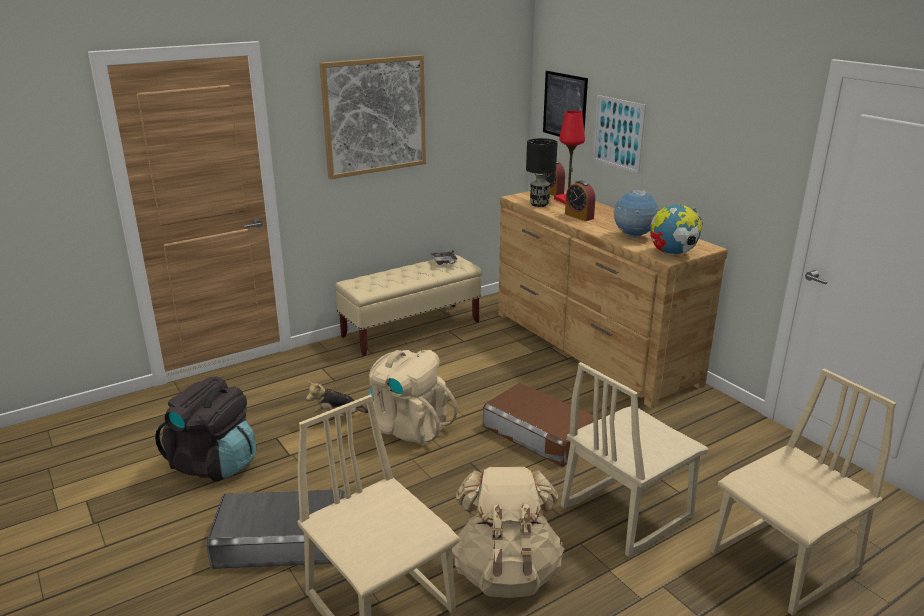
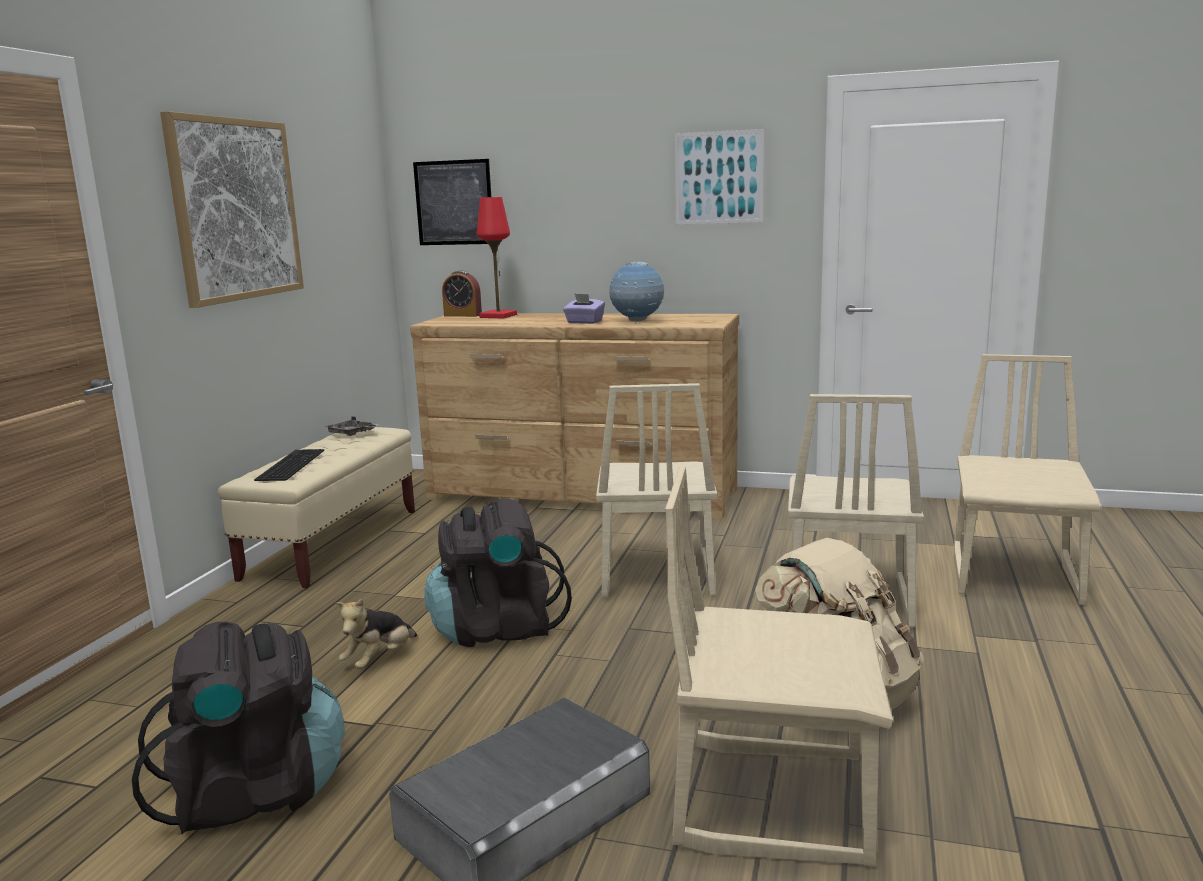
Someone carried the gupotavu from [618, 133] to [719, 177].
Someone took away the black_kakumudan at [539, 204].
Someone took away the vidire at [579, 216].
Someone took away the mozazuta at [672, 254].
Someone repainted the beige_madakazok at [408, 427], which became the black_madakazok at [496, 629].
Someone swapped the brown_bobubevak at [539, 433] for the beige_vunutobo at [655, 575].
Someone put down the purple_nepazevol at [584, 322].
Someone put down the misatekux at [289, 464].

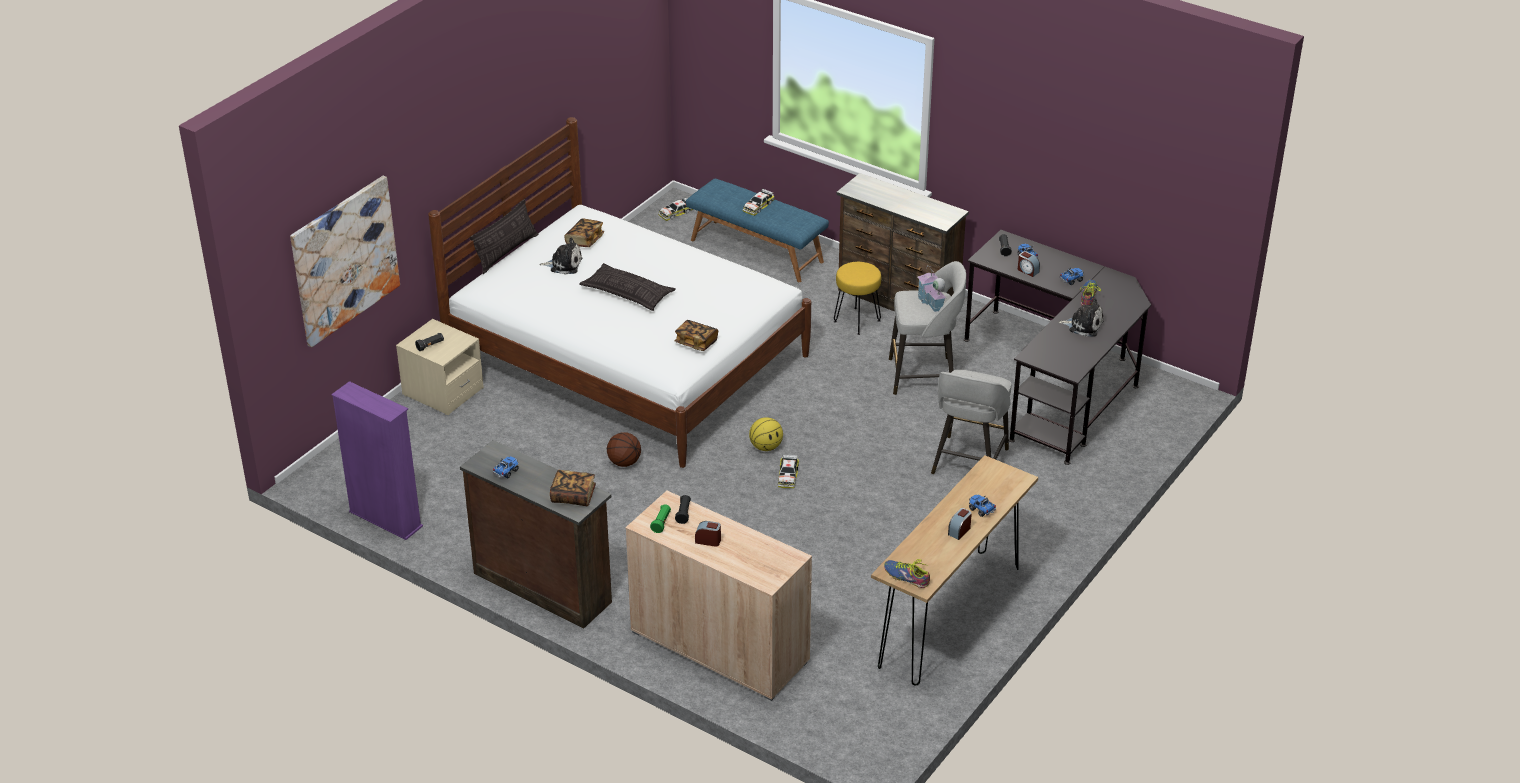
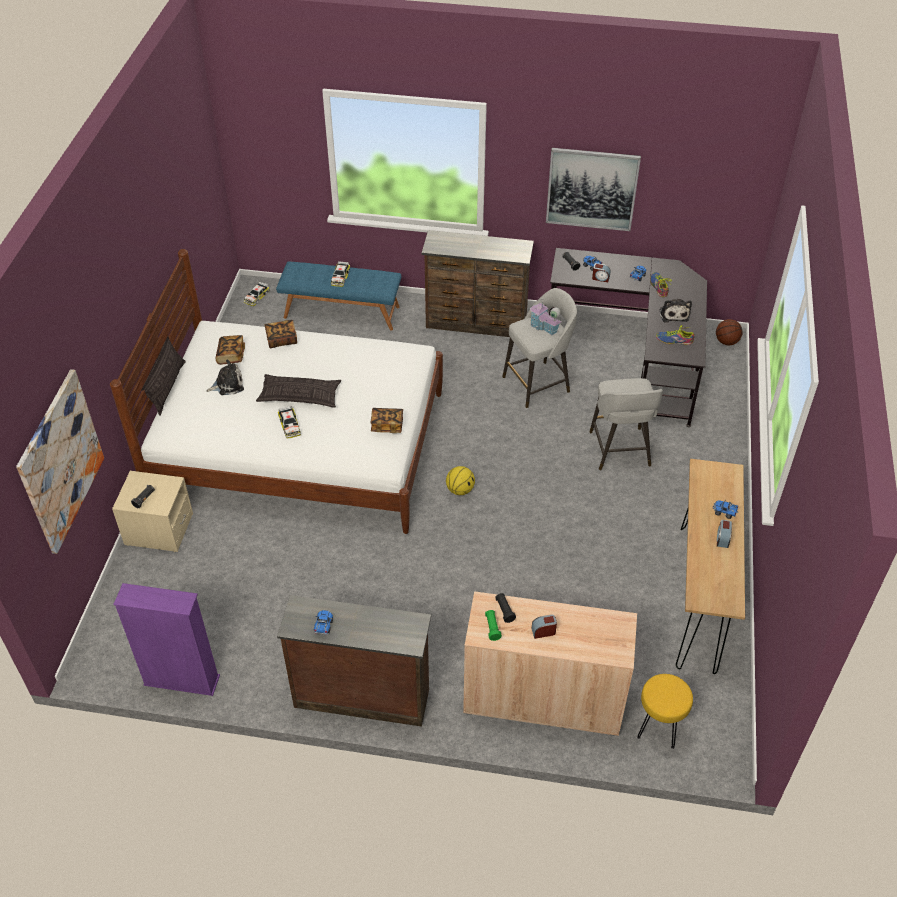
Someone carried the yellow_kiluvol from [856, 321] to [658, 727].
Someone rotated the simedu at [1083, 325] by 90 degrees clockwise.
Someone carried the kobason from [624, 462] to [726, 341].
Someone carried the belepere from [788, 476] to [289, 425].
Someone carried the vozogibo from [573, 496] to [281, 340].
Someone carried the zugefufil from [906, 577] to [674, 340].
Someone put up the gupotavu at [592, 189].

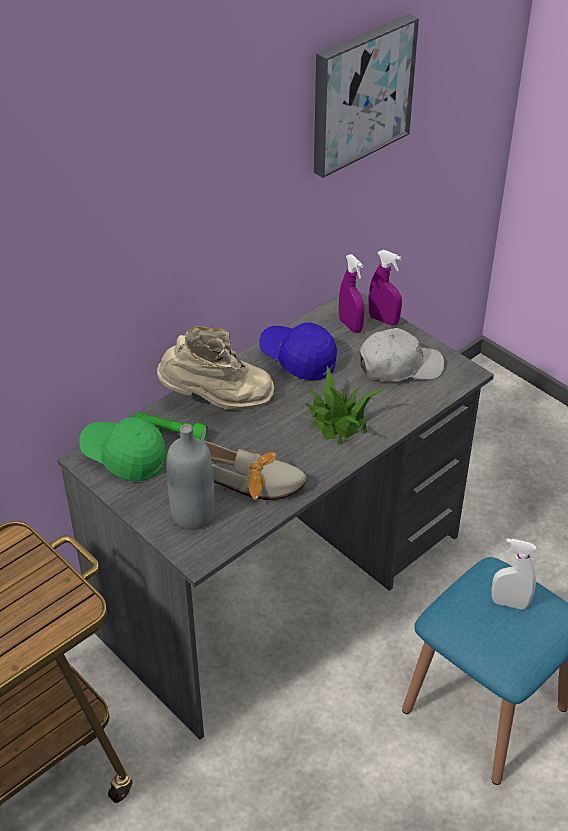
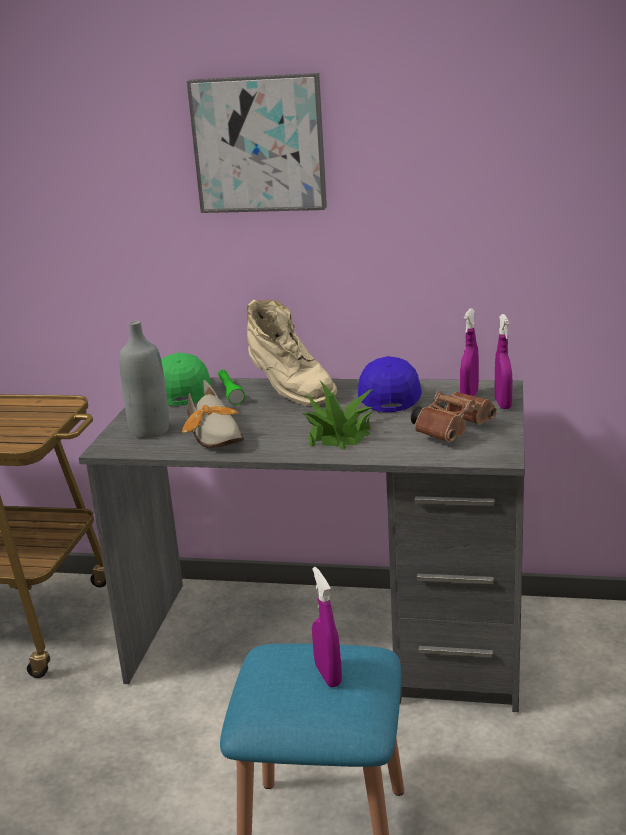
Someone carried the gupotavu from [360, 94] to [259, 144].
Someone swapped the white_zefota at [399, 366] for the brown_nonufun at [453, 430].
Someone repainted the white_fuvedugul at [509, 603], which became the purple_fuvedugul at [328, 675].

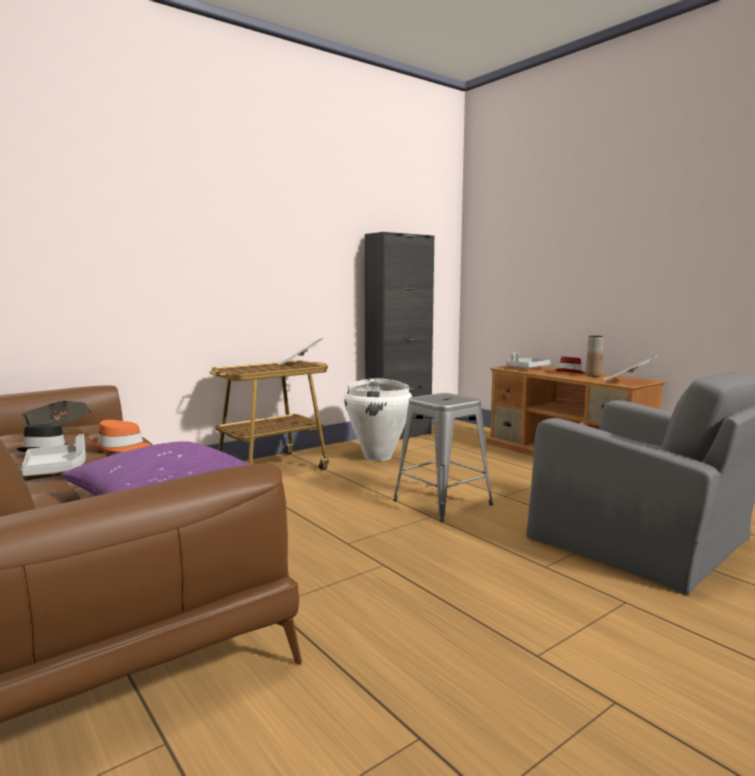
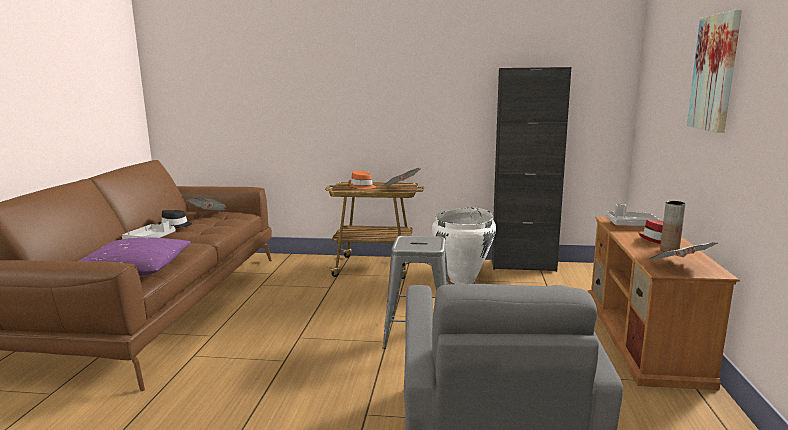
Someone carried the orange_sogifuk from [121, 447] to [362, 186].
Someone put up the gupotavu at [715, 73].

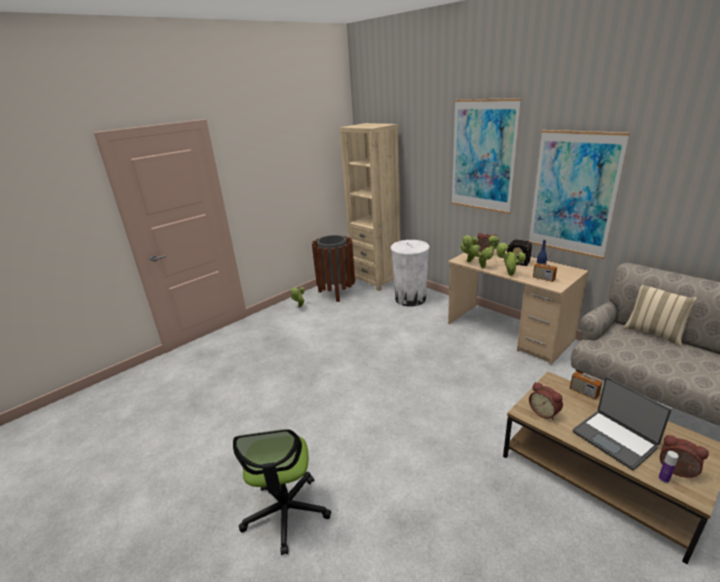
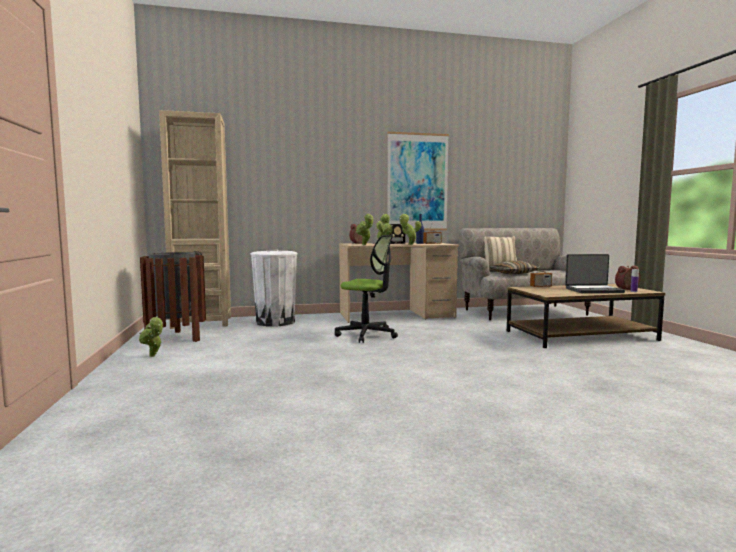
Someone took away the gupotavu at [483, 156].
Someone took away the vidire at [544, 412].
Someone carried the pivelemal from [286, 512] to [367, 335].
Someone put down the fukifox at [513, 273].

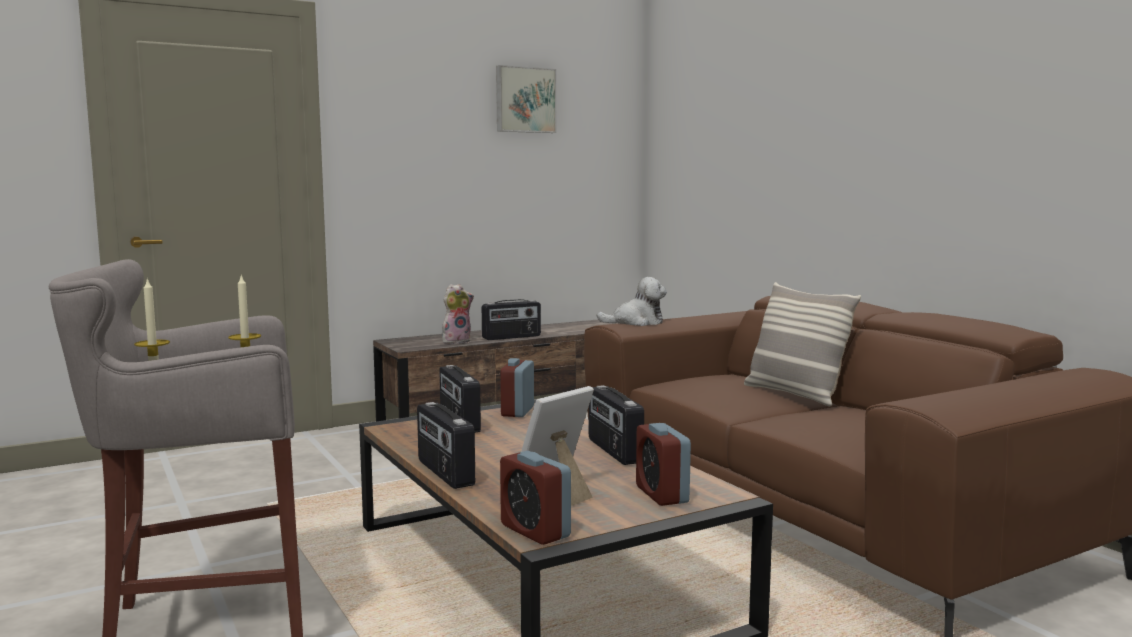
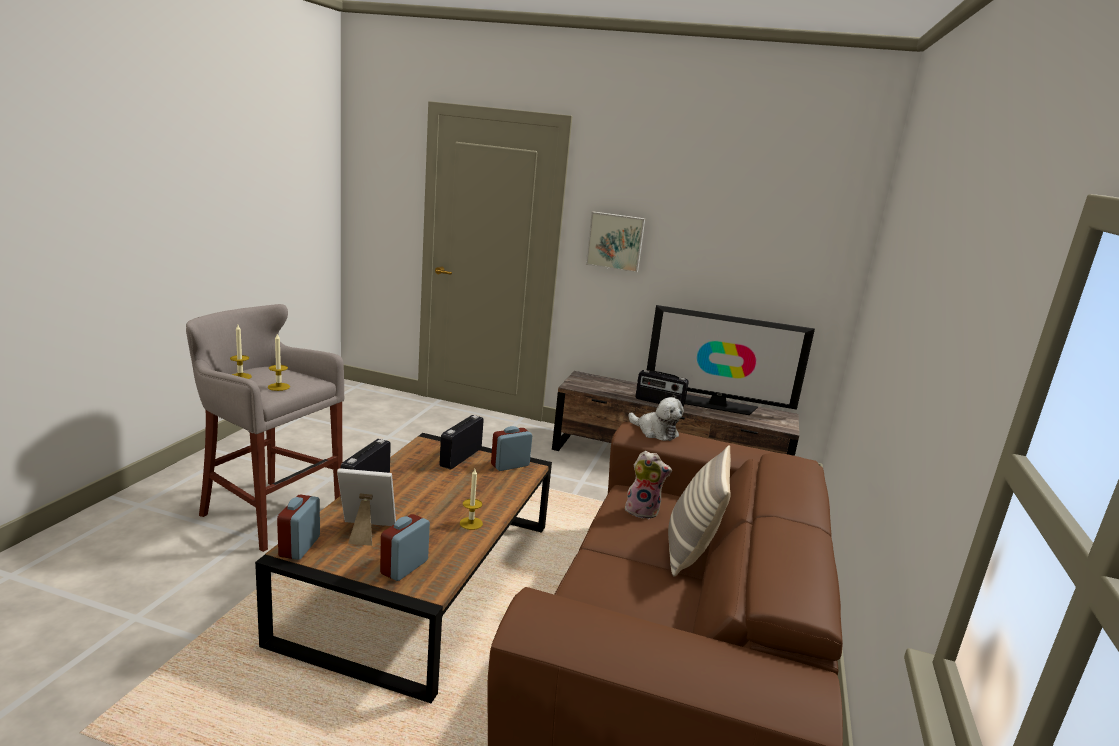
Someone carried the gupotavu from [525, 100] to [615, 241].
Someone carried the simedu from [456, 341] to [643, 511].
Someone swapped the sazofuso at [613, 451] for the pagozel at [471, 523].
Someone put down the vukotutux at [717, 405].

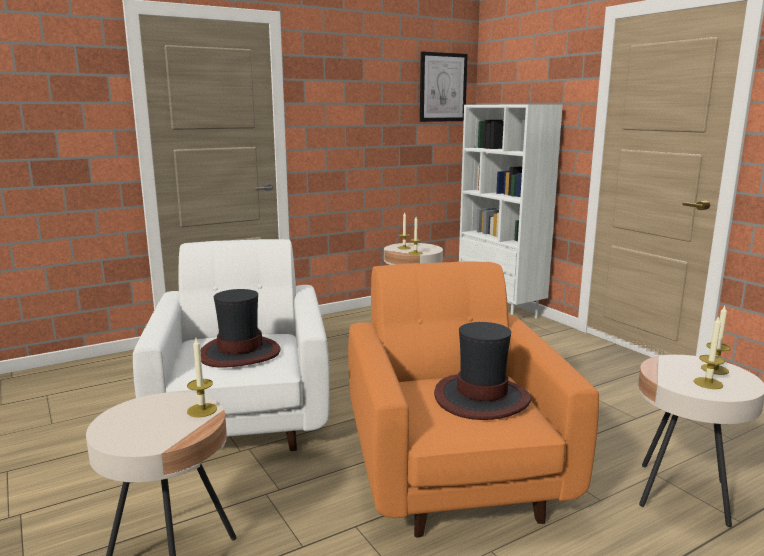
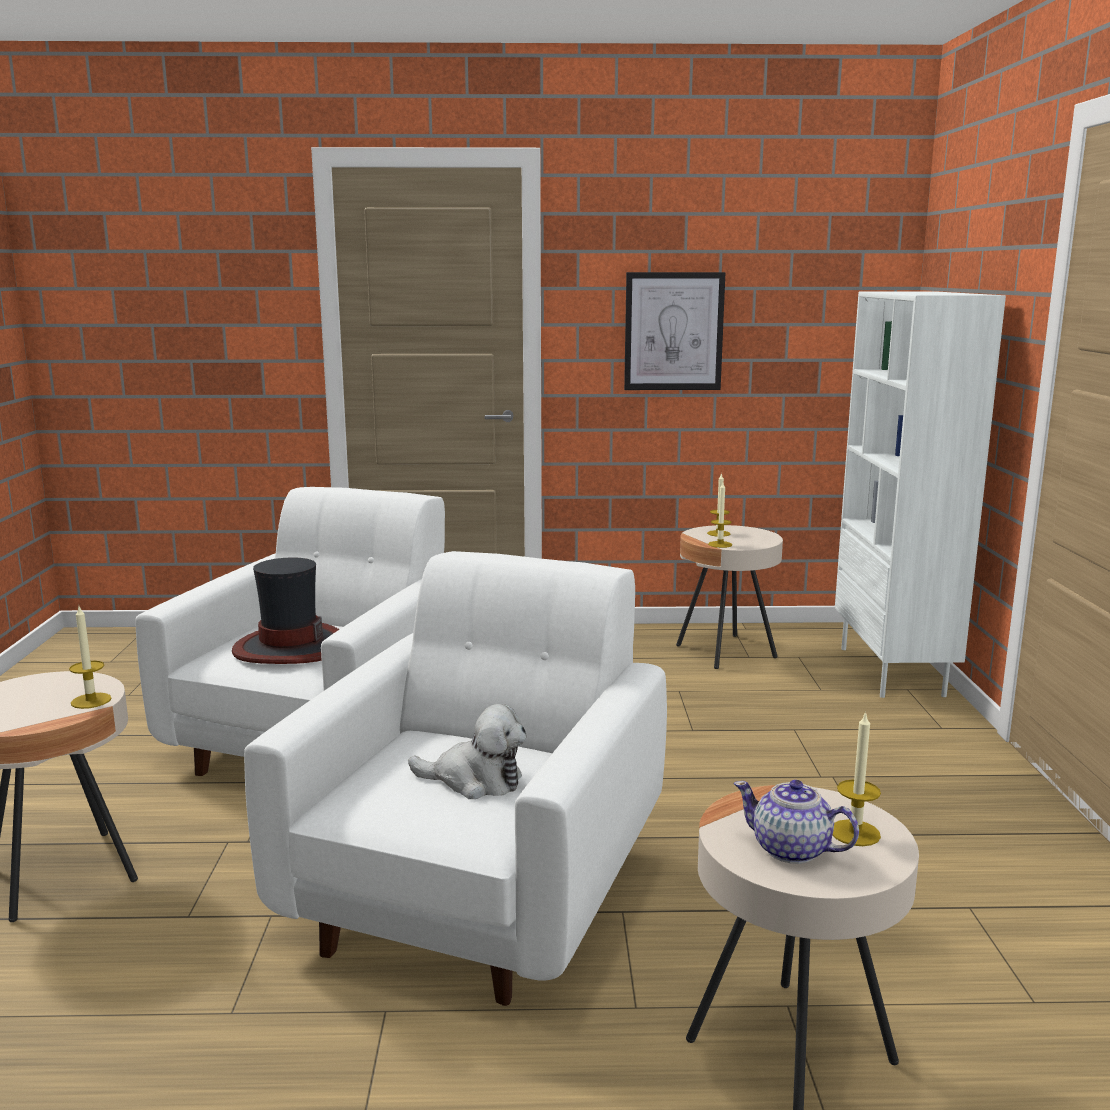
Someone carried the gupotavu from [442, 87] to [673, 331].
Someone repainted the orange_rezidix at [454, 470], which became the white_rezidix at [481, 890].
Someone swapped the pagozel at [708, 383] for the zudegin at [792, 850].
Someone swapped the sogifuk at [481, 398] for the simedu at [475, 780].

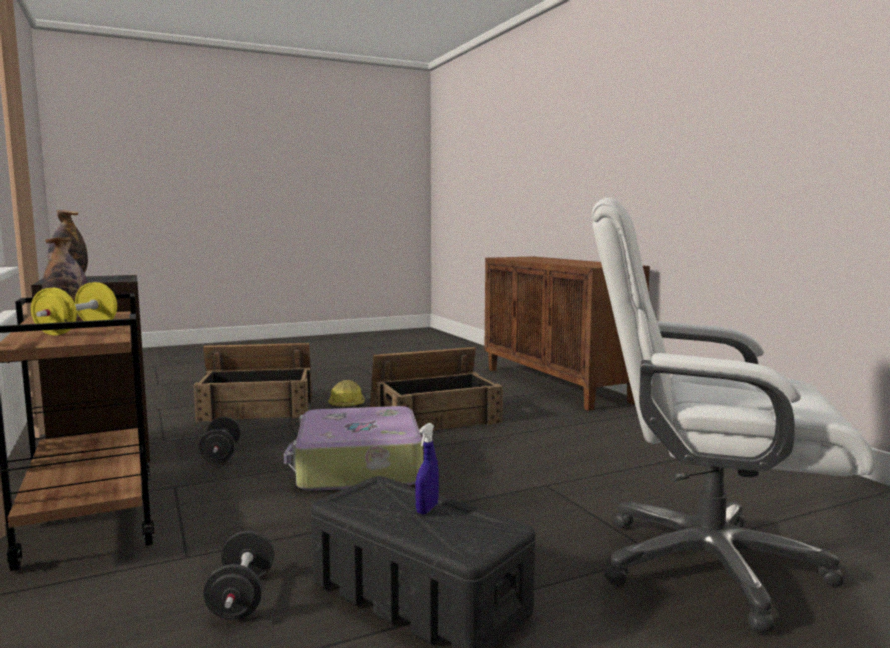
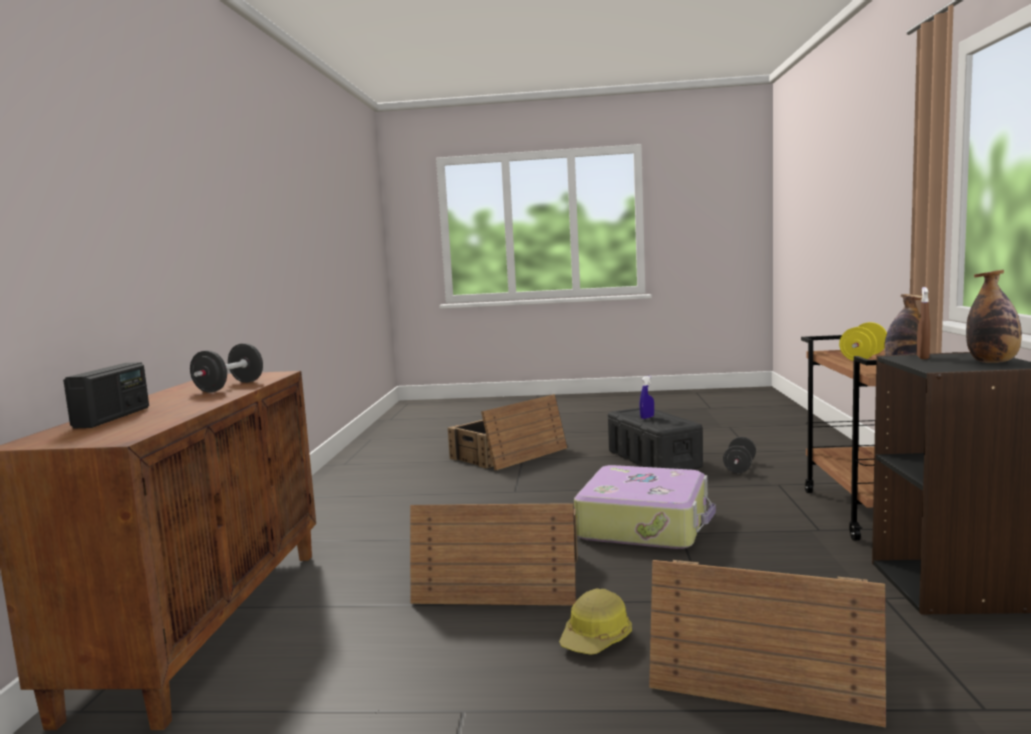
Someone swapped the white_pivelemal at [706, 564] for the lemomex at [509, 454].
Someone carried the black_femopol from [221, 455] to [229, 387].
Someone put down the brown_fuvedugul at [922, 357].
Someone put down the sazofuso at [113, 417].

